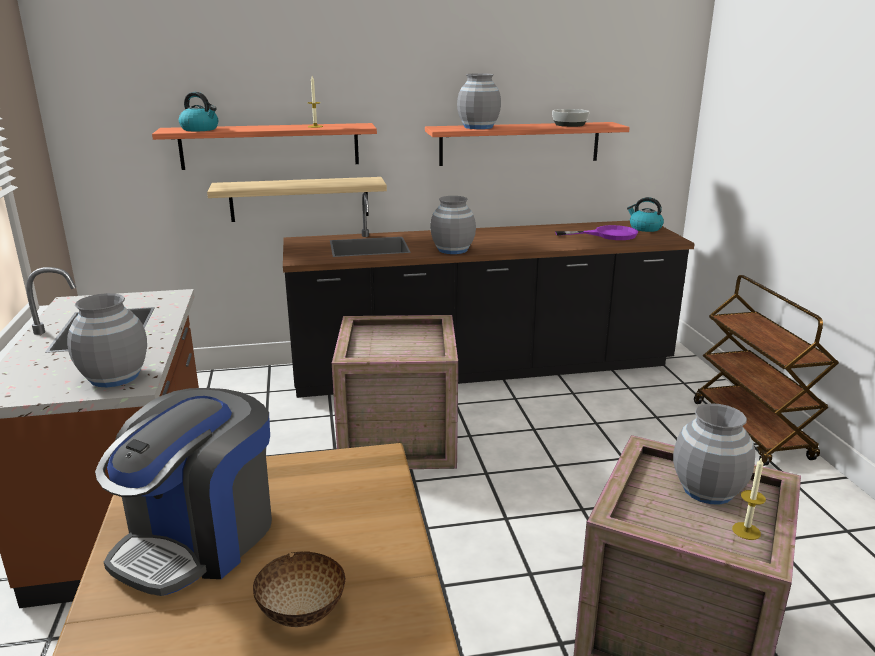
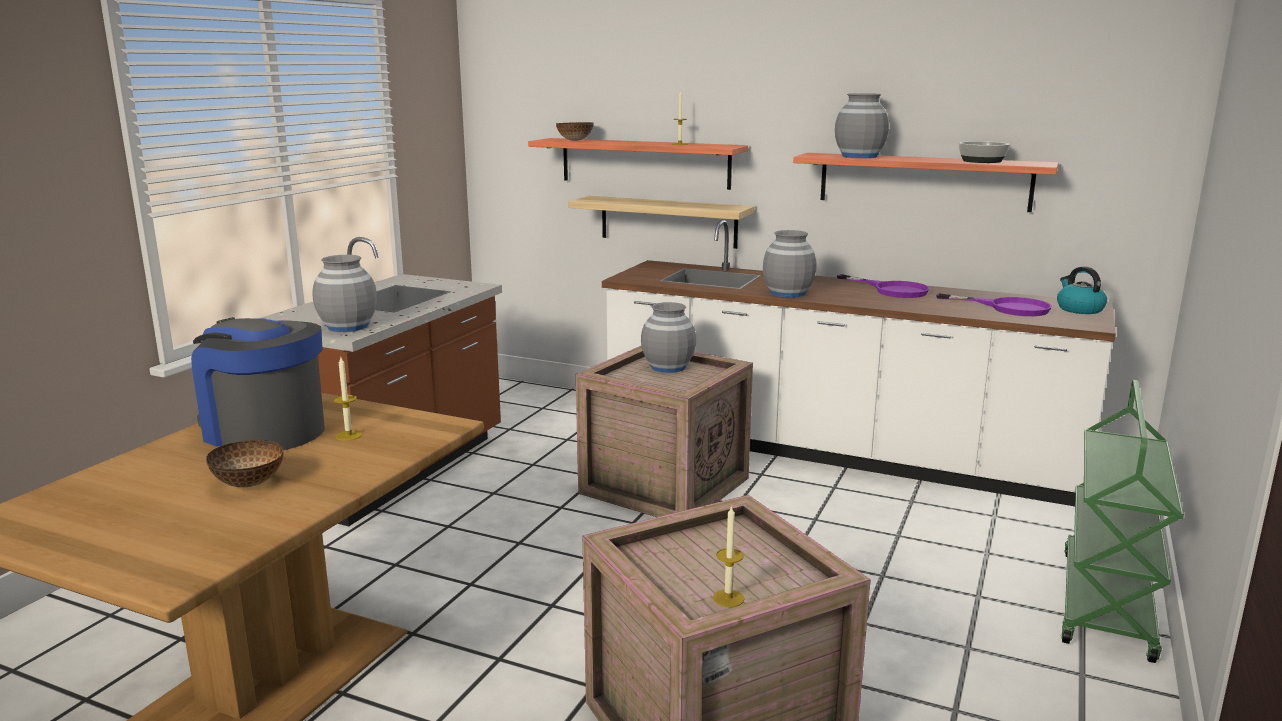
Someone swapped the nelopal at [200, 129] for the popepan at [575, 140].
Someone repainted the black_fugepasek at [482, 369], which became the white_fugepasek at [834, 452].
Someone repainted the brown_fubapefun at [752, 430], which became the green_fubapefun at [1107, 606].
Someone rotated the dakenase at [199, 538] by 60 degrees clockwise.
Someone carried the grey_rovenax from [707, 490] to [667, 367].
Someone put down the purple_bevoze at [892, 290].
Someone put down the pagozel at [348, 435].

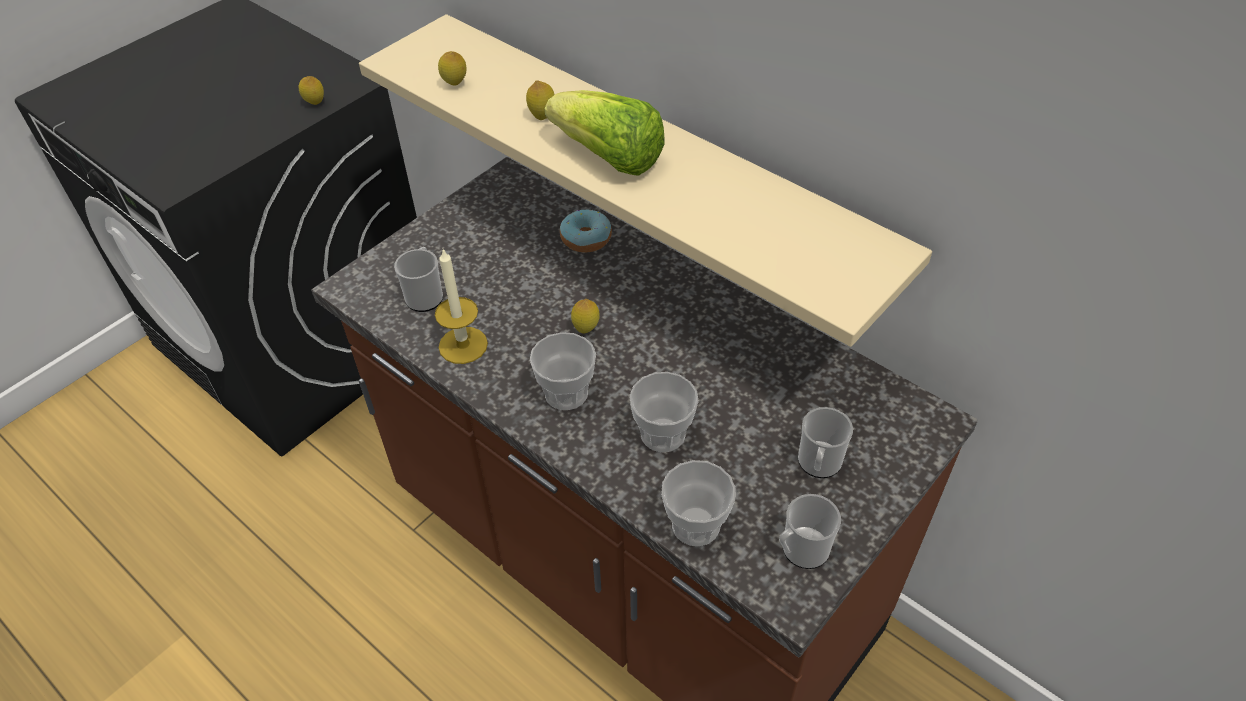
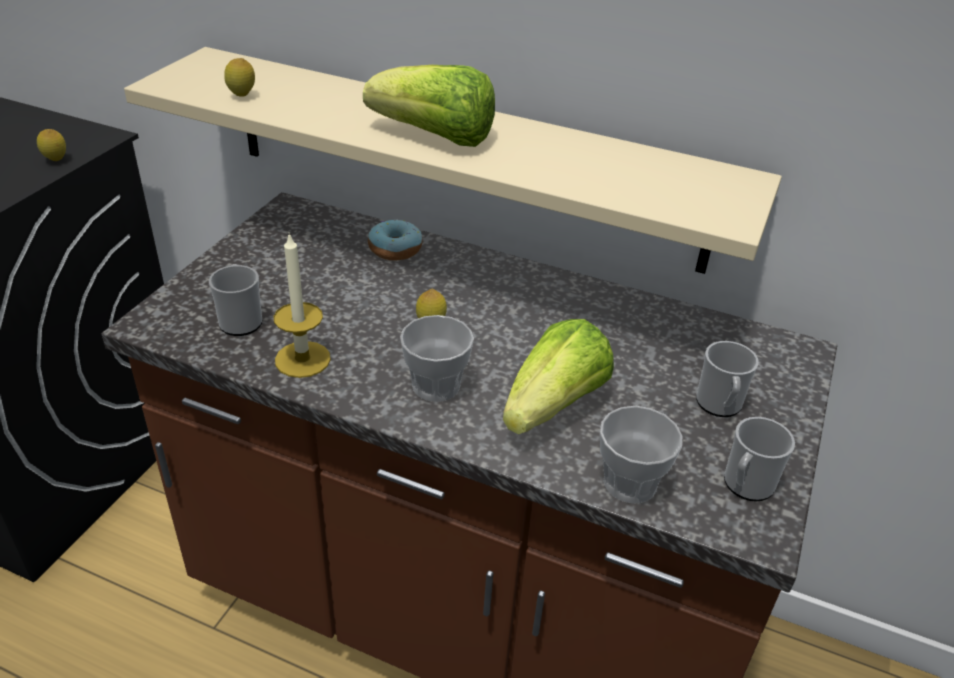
Someone took away the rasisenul at [542, 116].
Someone swapped the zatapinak at [663, 434] for the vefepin at [554, 405].

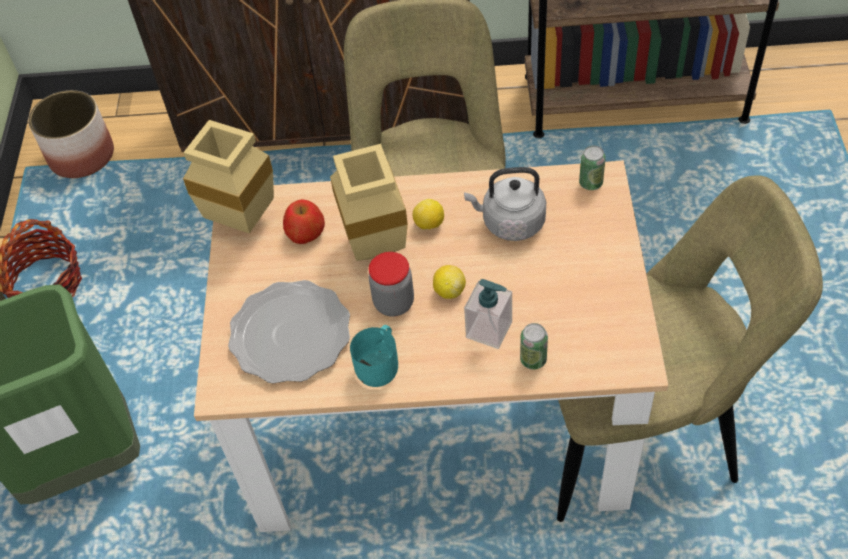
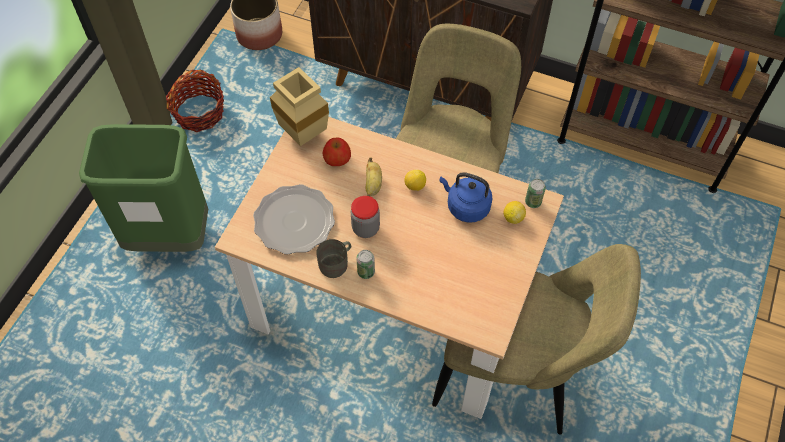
Someone swapped the beige_rovenax at [372, 245] for the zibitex at [373, 185].
Someone repainted the grey_nelopal at [510, 223], which became the blue_nelopal at [466, 206].
Someone carried the rasisenul from [449, 291] to [513, 217].
Someone took away the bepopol at [489, 330].
Someone carried the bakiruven from [533, 359] to [366, 272].
Someone repainted the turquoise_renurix at [380, 364], which became the grey_renurix at [337, 263].

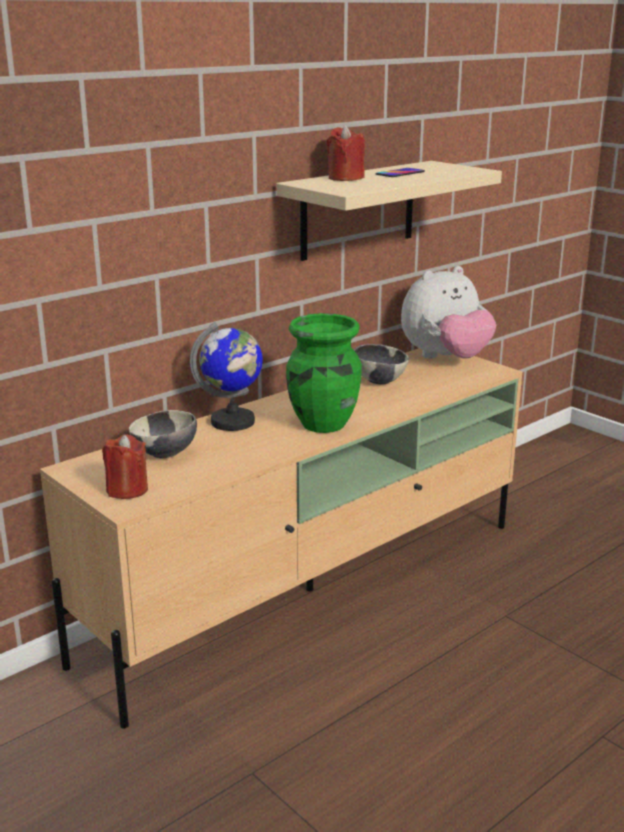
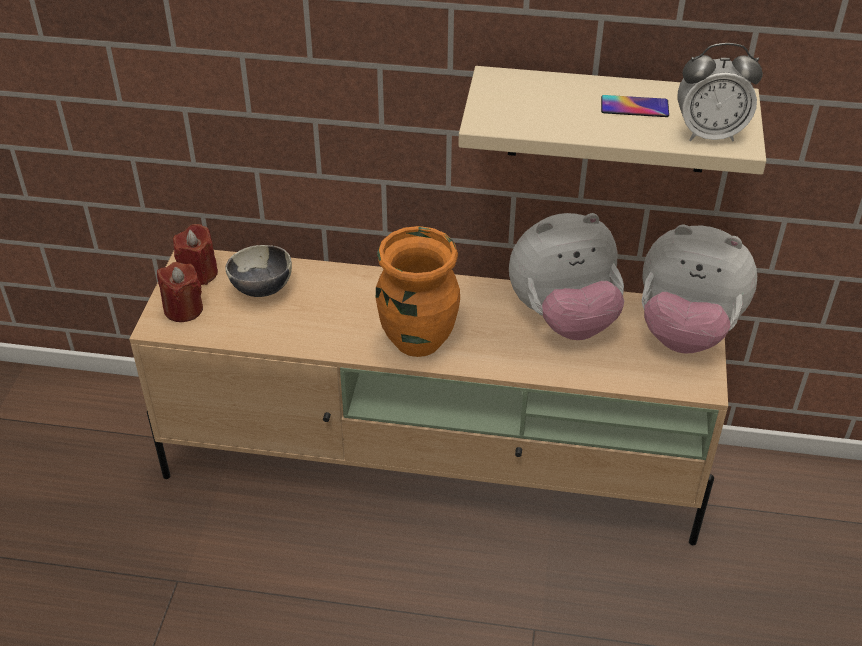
Someone carried the red_pagozel from [345, 178] to [199, 273].
Someone repainted the green_rovenax at [322, 424], which became the orange_rovenax at [417, 339].
Someone took away the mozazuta at [233, 422].
Someone swapped the popepan at [379, 380] for the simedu at [563, 319].
Someone put down the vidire at [709, 134].

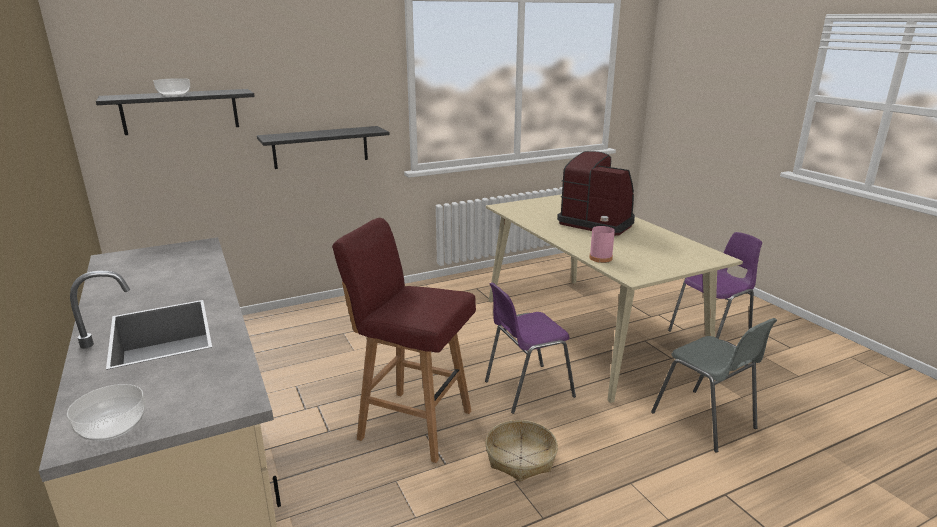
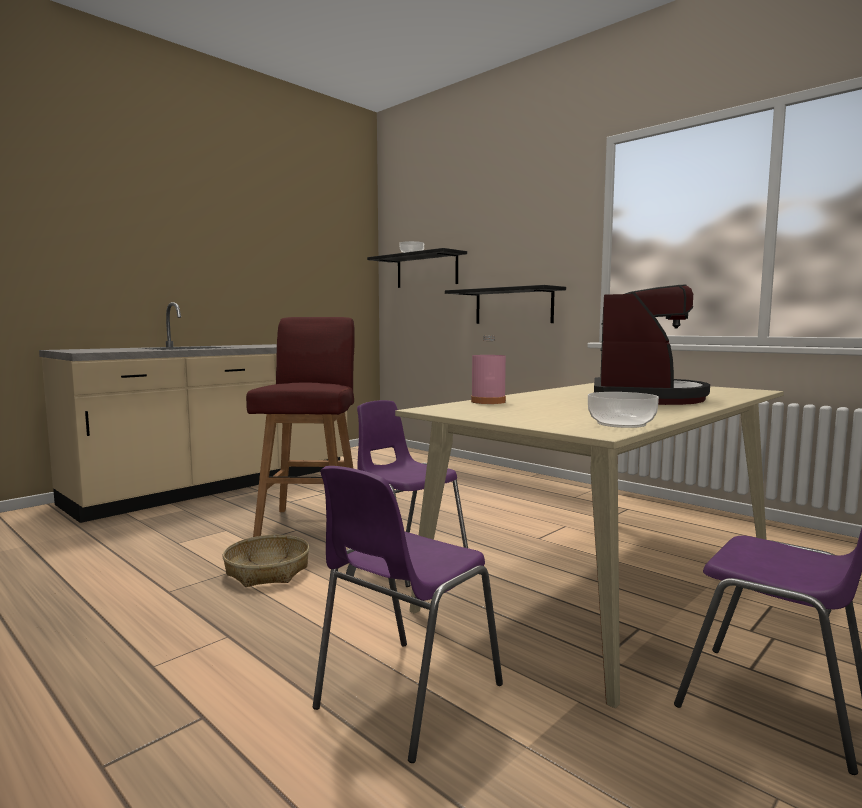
Someone repainted the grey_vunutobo at [705, 421], which became the purple_vunutobo at [404, 697].
Someone carried the popepan from [111, 426] to [620, 423].

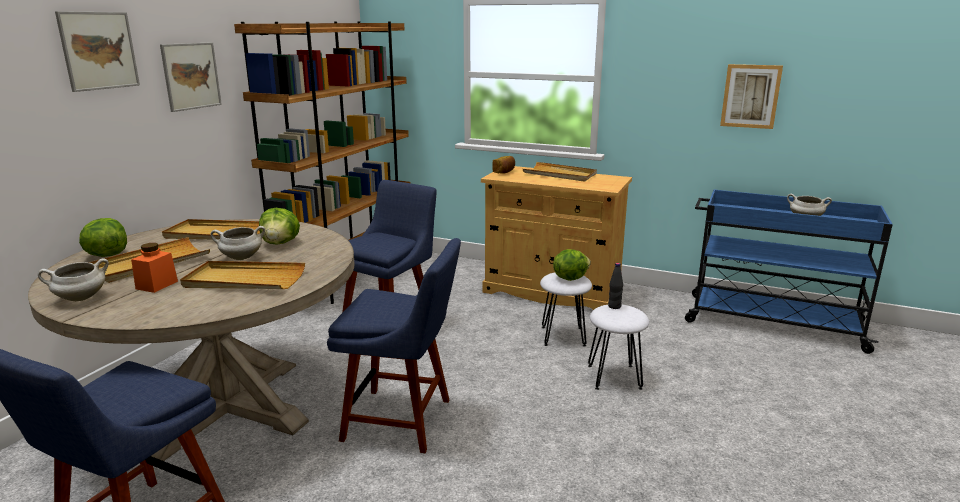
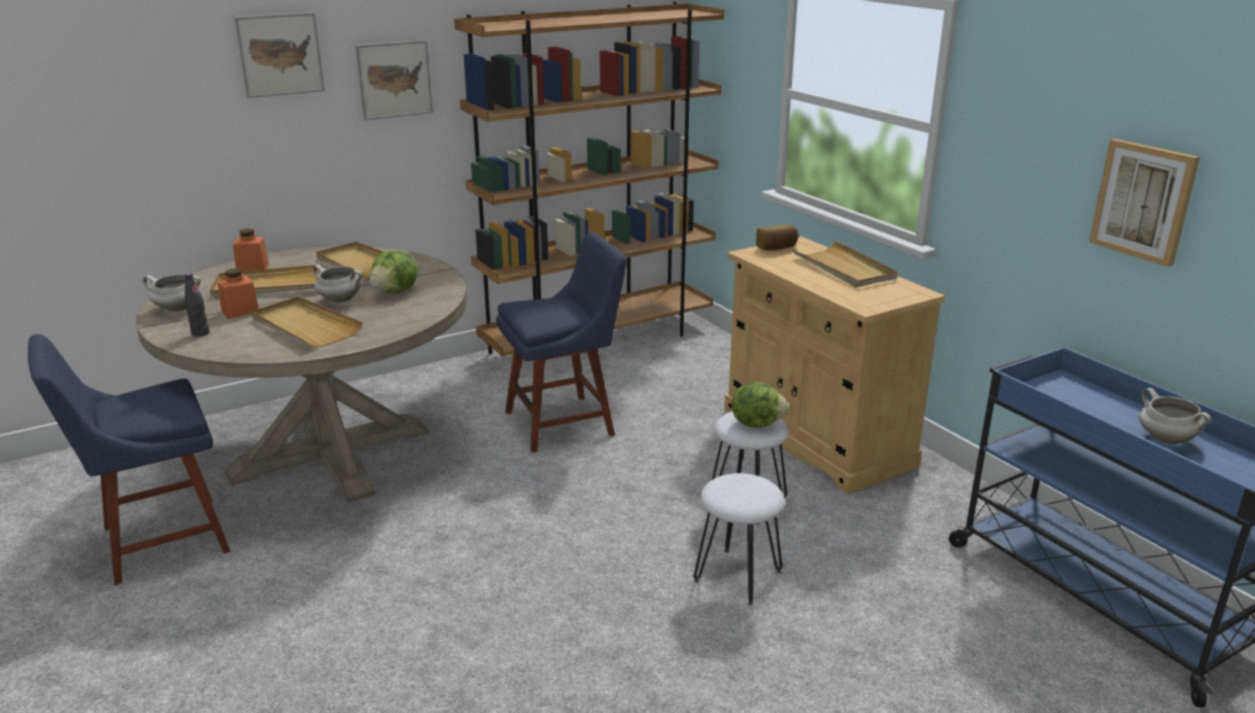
Someone swapped the vefepin at [106, 255] for the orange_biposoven at [252, 267].
Someone took away the blue_vunutobo at [403, 420].
Someone carried the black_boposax from [614, 306] to [200, 333].

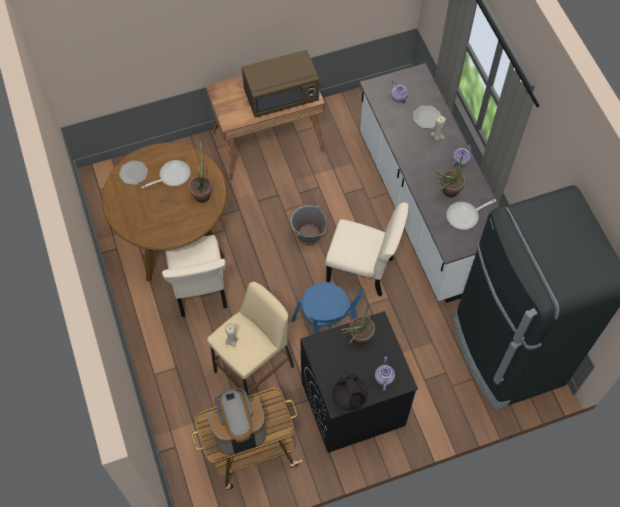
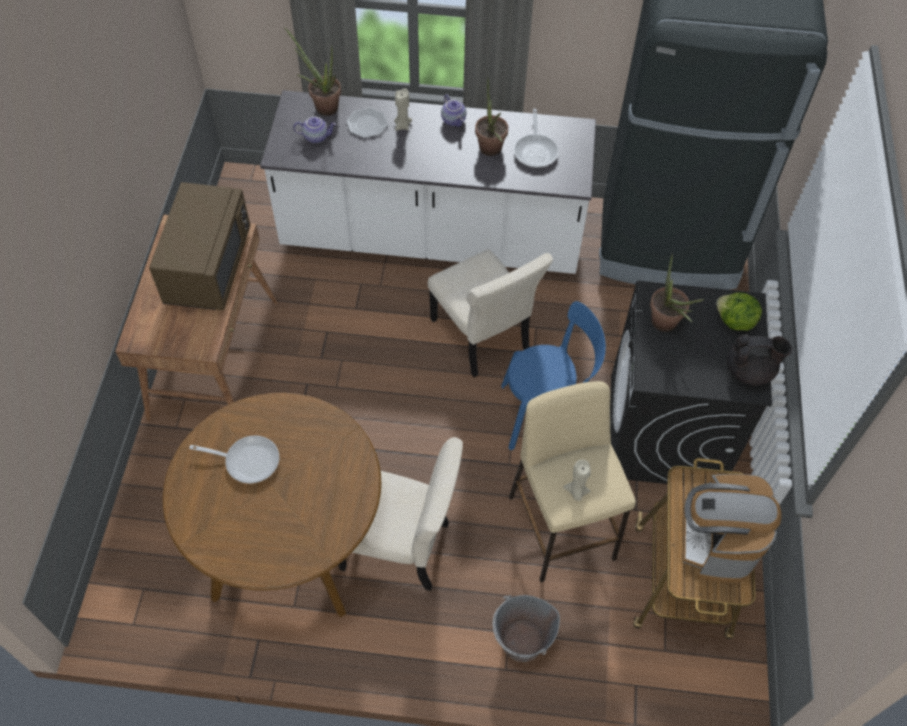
Someone carried the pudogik from [202, 192] to [322, 106].
Someone rotated the bevoze at [172, 176] by 105 degrees clockwise.
Someone took away the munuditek at [133, 173].
Someone rotated the beige_vunutobo at [363, 270] by 105 degrees clockwise.
Someone carried the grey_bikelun from [308, 235] to [522, 642].
Someone swapped the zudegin at [383, 377] for the vefepin at [734, 322].

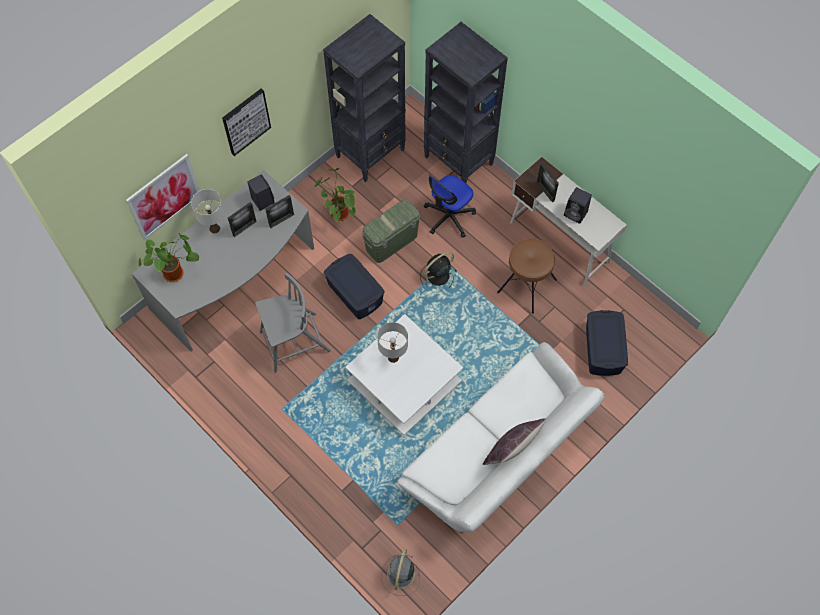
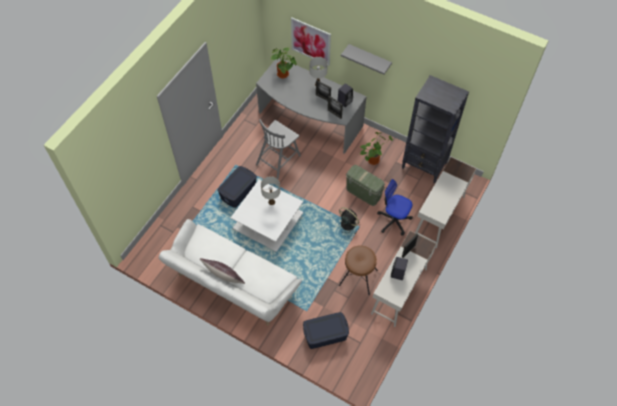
Someone swapped the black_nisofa at [459, 161] for the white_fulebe at [439, 217].
Someone swapped the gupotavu at [246, 121] for the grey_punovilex at [369, 58].
Someone carried the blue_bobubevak from [355, 293] to [238, 192].
Someone rotated the grey_vunutobo at [293, 342] by 75 degrees clockwise.
Someone took away the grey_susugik at [400, 576].

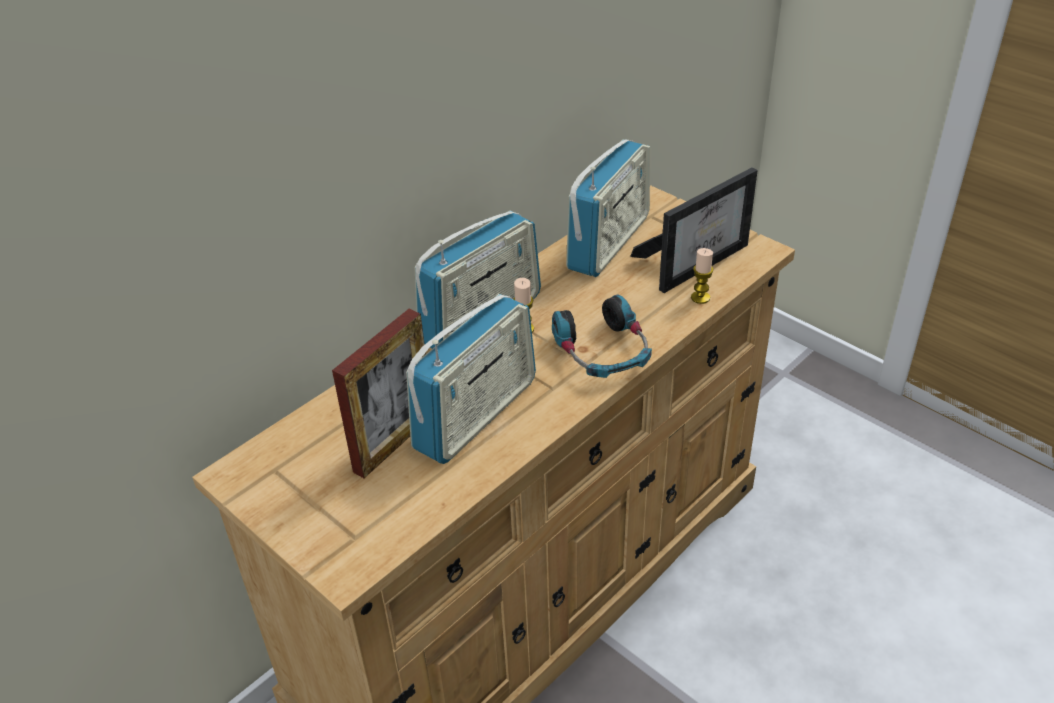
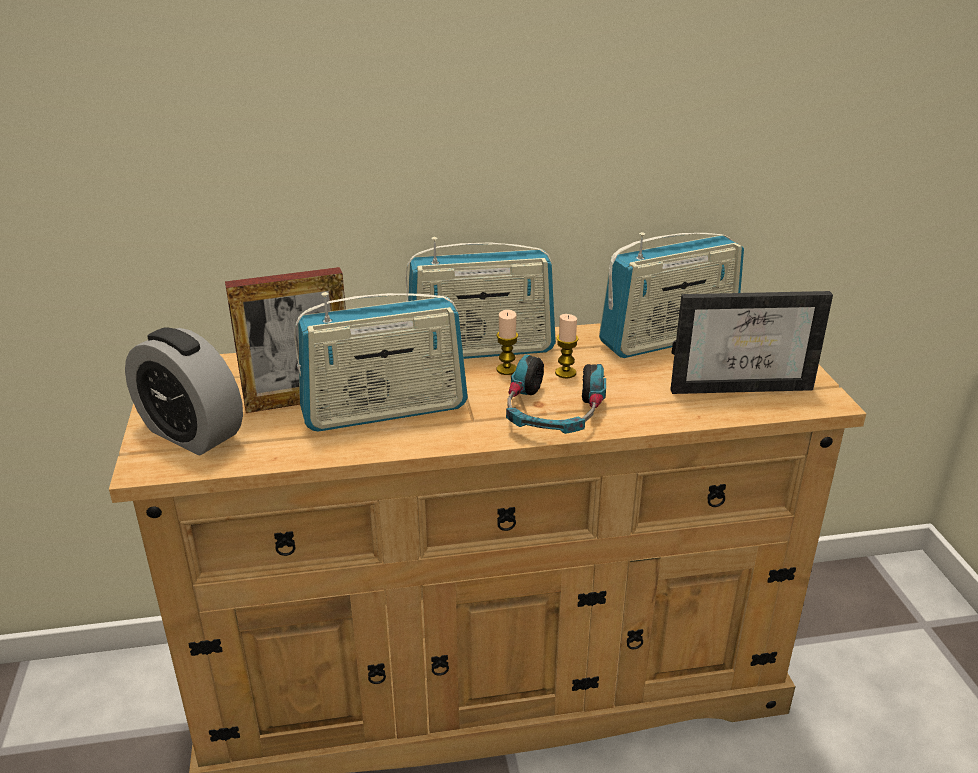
Someone carried the pagozel from [700, 297] to [565, 373].
Someone put down the vidire at [191, 433].

